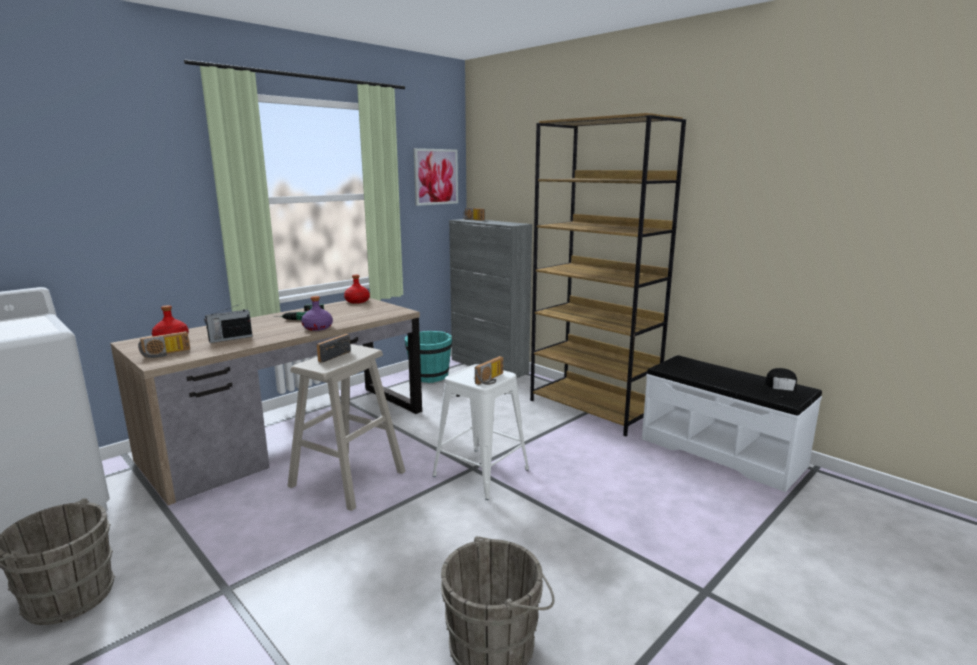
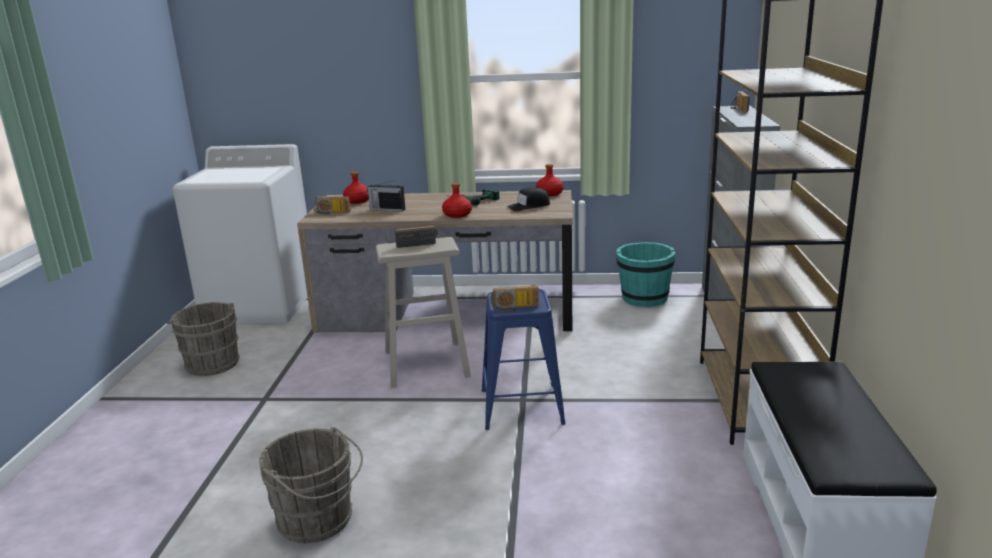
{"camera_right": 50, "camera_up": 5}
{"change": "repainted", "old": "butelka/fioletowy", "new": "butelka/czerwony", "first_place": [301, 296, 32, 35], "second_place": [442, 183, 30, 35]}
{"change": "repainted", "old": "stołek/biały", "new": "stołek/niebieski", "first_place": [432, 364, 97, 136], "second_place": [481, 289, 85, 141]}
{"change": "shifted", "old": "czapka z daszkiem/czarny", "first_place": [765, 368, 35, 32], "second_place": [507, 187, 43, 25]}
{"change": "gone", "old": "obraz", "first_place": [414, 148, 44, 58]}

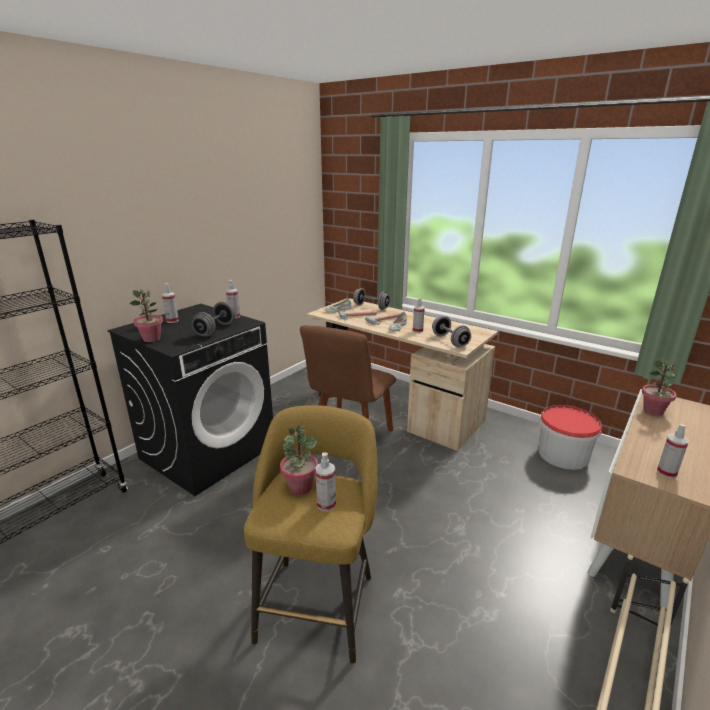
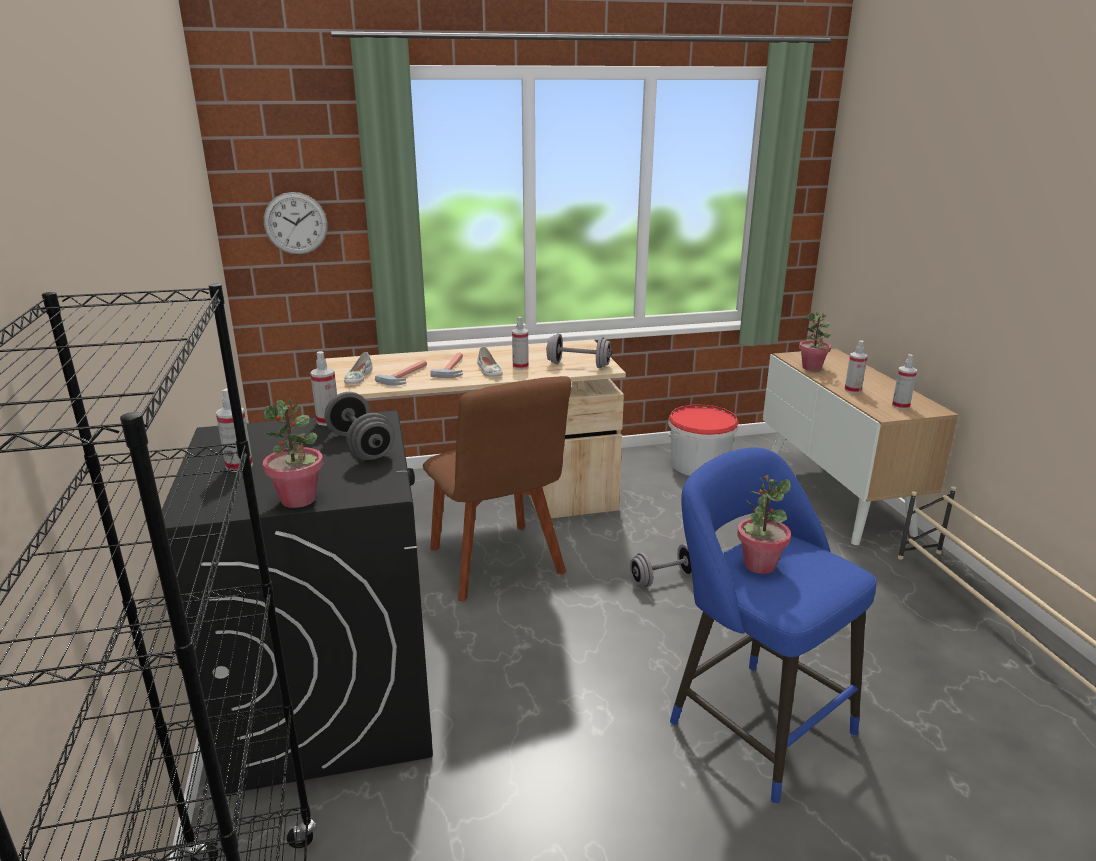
{"camera_right": -50, "camera_up": 0}
{"change": "new", "new": "zegar ścienny", "second_place": [264, 192, 64, 63]}
{"change": "shifted", "old": "hantel/szary", "first_place": [353, 288, 37, 22], "second_place": [630, 544, 62, 43]}
{"change": "repainted", "old": "stołek/żółty", "new": "stołek/niebieski", "first_place": [244, 405, 134, 259], "second_place": [670, 447, 206, 357]}
{"change": "shifted", "old": "spryskiwacz", "first_place": [315, 452, 21, 59], "second_place": [845, 340, 22, 54]}

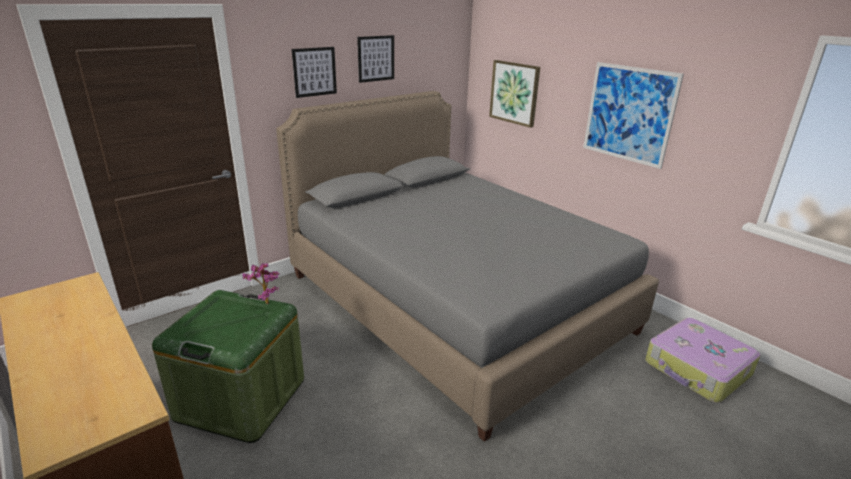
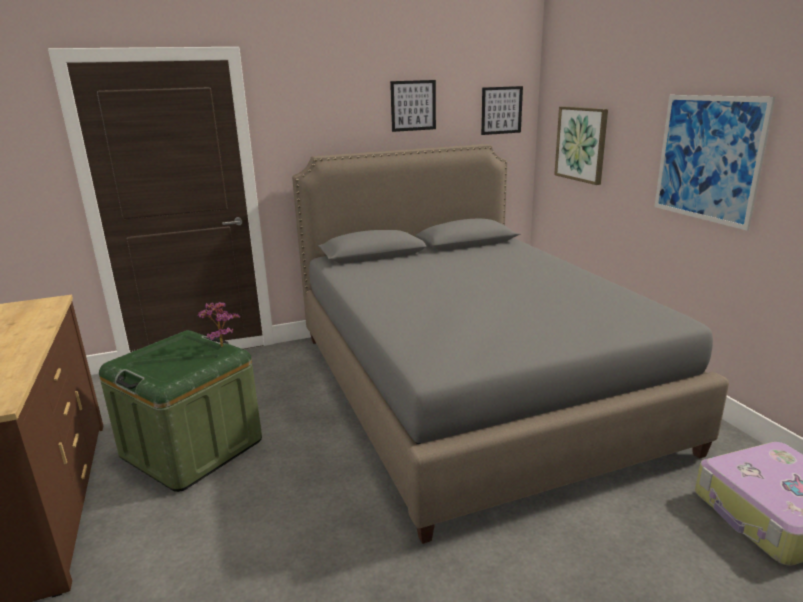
{"camera_right": 20, "camera_up": -5}
{"change": "shifted", "old": "obraz", "first_place": [292, 47, 45, 51], "second_place": [481, 86, 42, 49]}

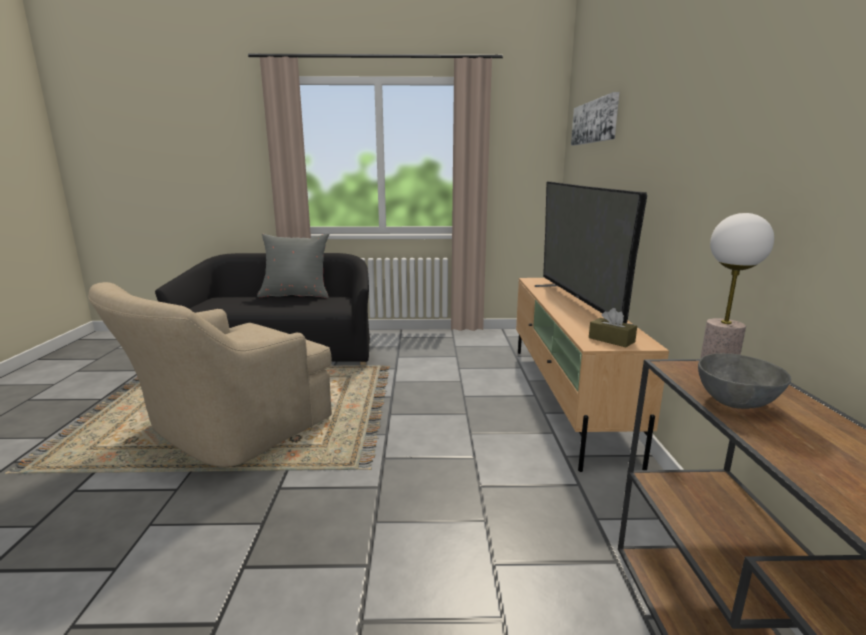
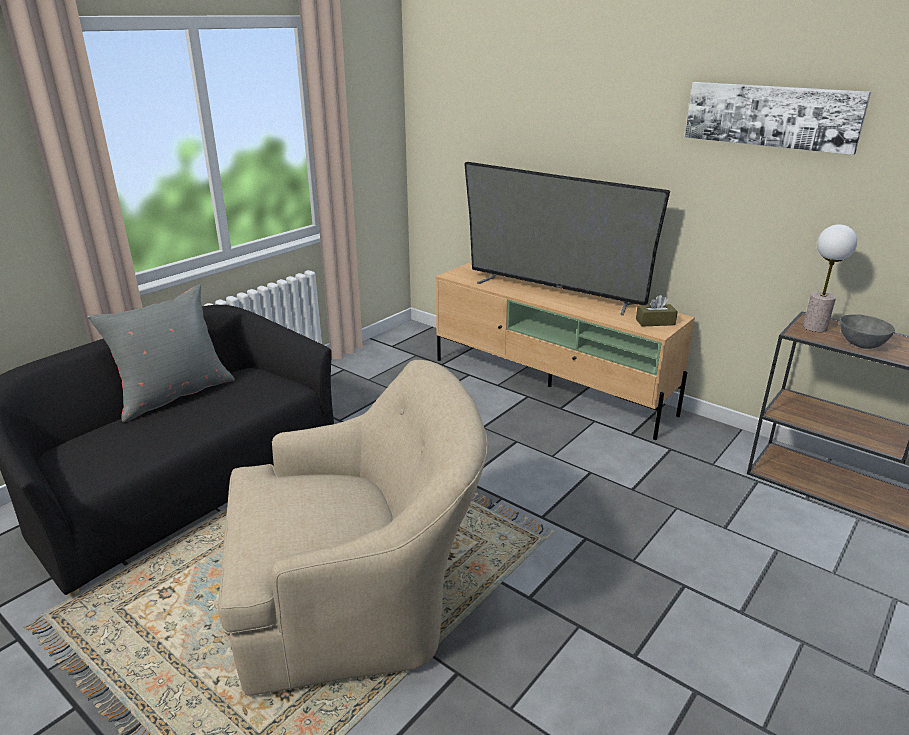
{"camera_right": -50, "camera_up": 10}
{"change": "rotated", "old": "fotel/beżowy", "first_place": [88, 282, 244, 185], "second_place": [218, 360, 270, 336], "degrees": -90}
{"change": "shifted", "old": "obraz", "first_place": [571, 92, 49, 53], "second_place": [685, 82, 186, 73]}

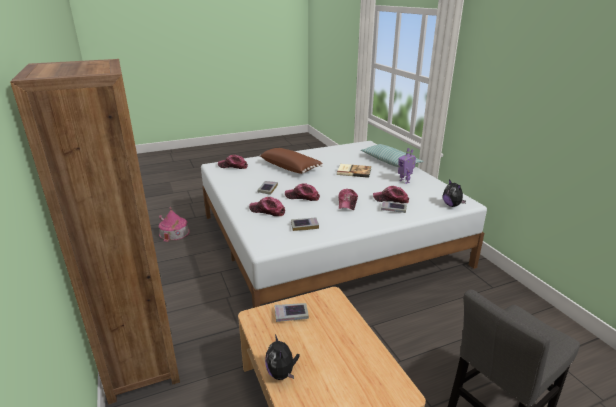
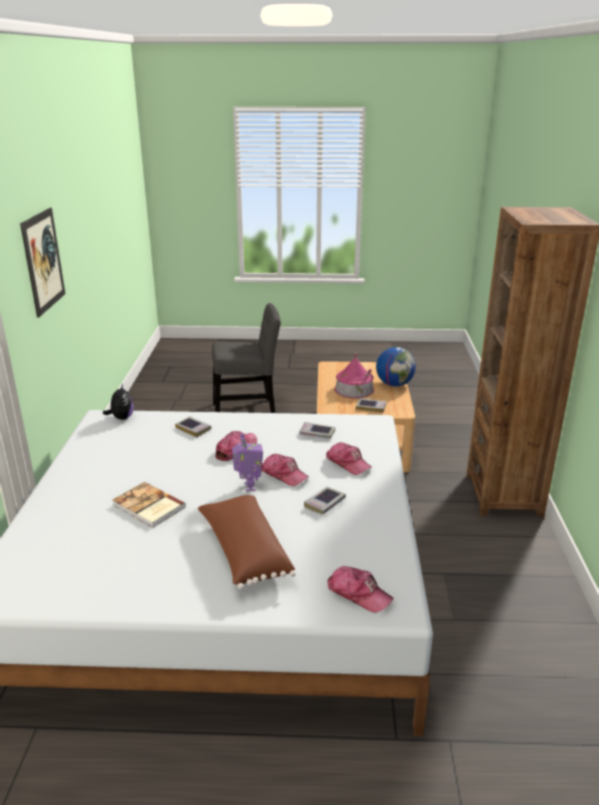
{"camera_right": -155, "camera_up": 0}
{"change": "new", "new": "obraz", "second_place": [20, 208, 45, 110]}
{"change": "shifted", "old": "robot zabawkowy", "first_place": [398, 148, 18, 36], "second_place": [232, 433, 31, 59]}
{"change": "shifted", "old": "domek", "first_place": [159, 207, 31, 35], "second_place": [334, 353, 40, 45]}
{"change": "swapped", "old": "pluszak", "new": "globus", "first_place": [265, 334, 35, 46], "second_place": [376, 347, 40, 40]}
{"change": "gone", "old": "poduszka", "first_place": [361, 144, 62, 23]}
{"change": "gone", "old": "czapka z daszkiem", "first_place": [373, 186, 36, 17]}

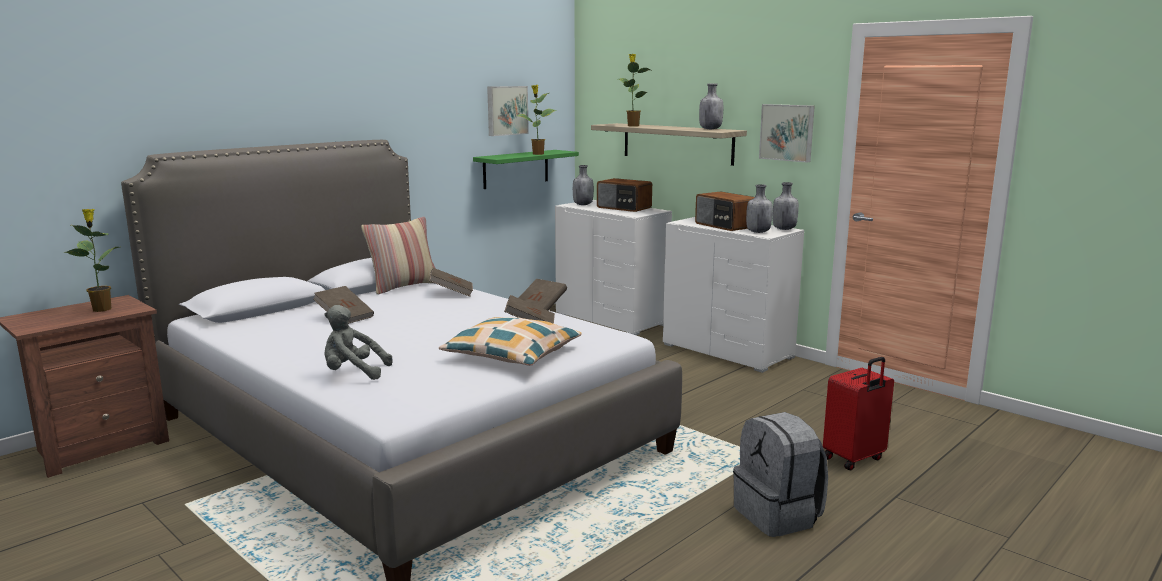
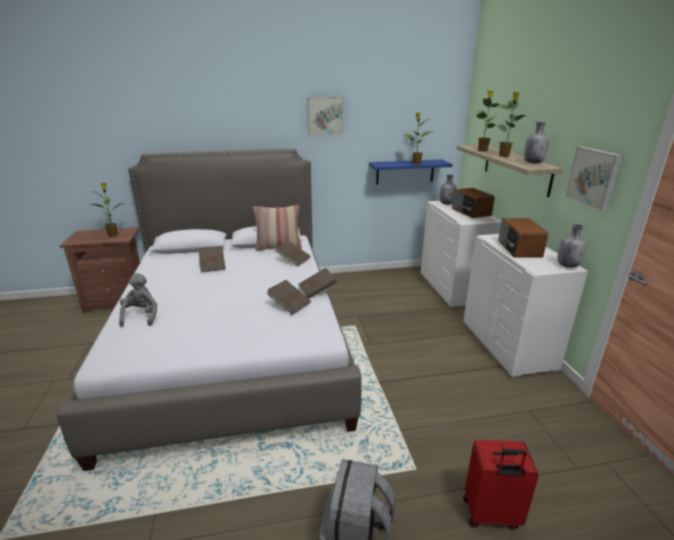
{"camera_right": 35, "camera_up": 10}
{"change": "rotated", "old": "pluszak/szary", "first_place": [324, 305, 68, 75], "second_place": [119, 273, 38, 54], "degrees": 45}
{"change": "shifted", "old": "obraz", "first_place": [487, 86, 42, 50], "second_place": [307, 97, 36, 38]}
{"change": "repainted", "old": "półka/zielony", "new": "półka/niebieski", "first_place": [473, 150, 106, 39], "second_place": [369, 160, 83, 25]}
{"change": "new", "new": "roślina doniczkowa", "second_place": [496, 92, 29, 65]}
{"change": "gone", "old": "poduszka", "first_place": [439, 317, 143, 49]}
{"change": "gone", "old": "butelka/szary", "first_place": [746, 184, 27, 49]}

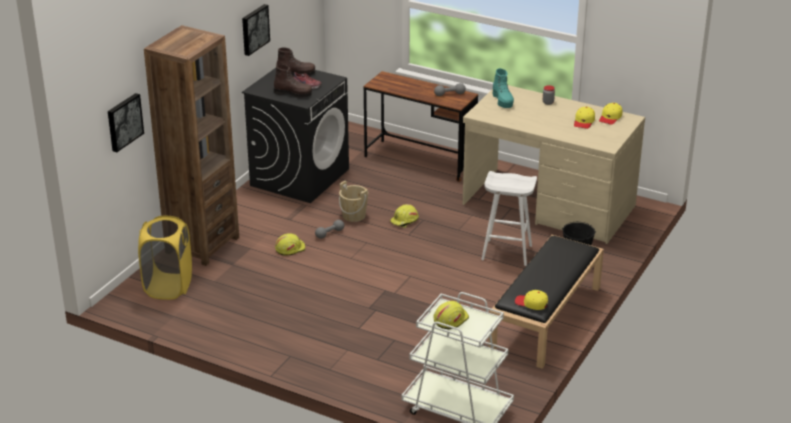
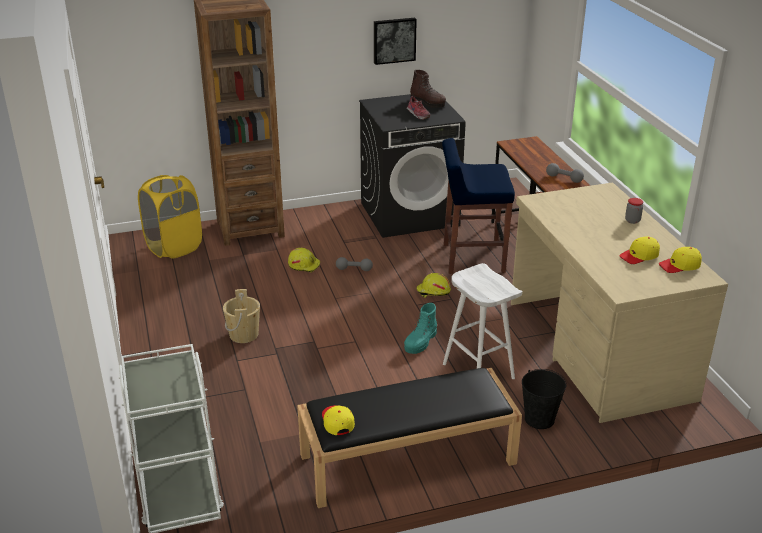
{"camera_right": 45, "camera_up": 0}
{"change": "shifted", "old": "wiadro/beżowy", "first_place": [339, 180, 29, 42], "second_place": [223, 289, 37, 54]}
{"change": "shifted", "old": "but z cholewką/turkusowy", "first_place": [493, 68, 21, 40], "second_place": [404, 303, 33, 51]}
{"change": "new", "new": "stołek/niebieski", "second_place": [442, 138, 73, 136]}
{"change": "gone", "old": "obraz", "first_place": [108, 93, 36, 59]}
{"change": "gone", "old": "but z cholewką/brązowy", "first_place": [274, 65, 38, 33]}
{"change": "gone", "old": "kask/żółty", "first_place": [434, 301, 35, 28]}

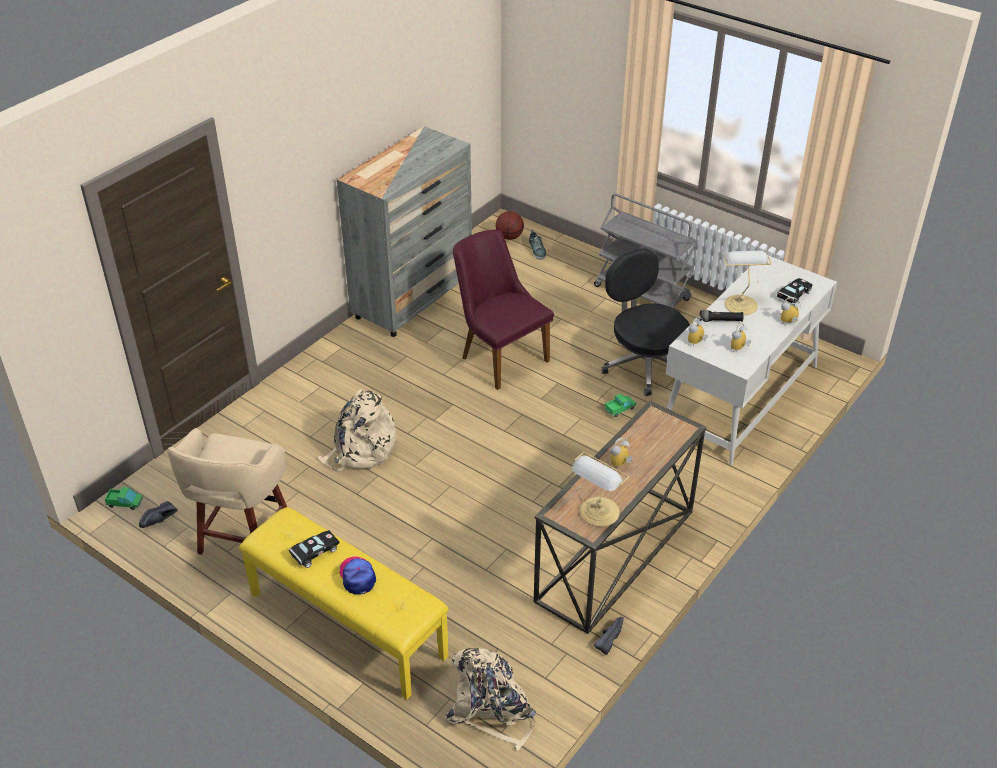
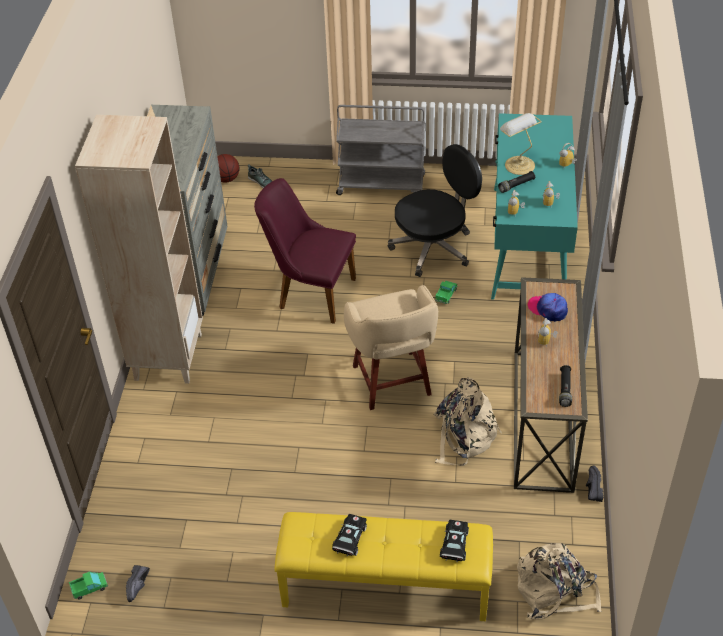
{"camera_right": -30, "camera_up": 5}
{"change": "new", "new": "regał/beżowy", "second_place": [75, 115, 128, 269]}
{"change": "shifted", "old": "stołek/beżowy", "first_place": [167, 428, 120, 127], "second_place": [344, 285, 94, 125]}
{"change": "rotated", "old": "krzesło biurowe/czarny", "first_place": [601, 248, 89, 148], "second_place": [387, 144, 95, 133], "degrees": 120}
{"change": "shifted", "old": "plecak/beżowy", "first_place": [317, 389, 79, 83], "second_place": [434, 377, 68, 89]}
{"change": "shifted", "old": "samochodzik/czarny", "first_place": [777, 278, 36, 27], "second_place": [440, 520, 29, 42]}
{"change": "repainted", "old": "biurko/biały", "new": "biurko/turkusowy", "first_place": [666, 255, 171, 210], "second_place": [491, 113, 87, 187]}
{"change": "shifted", "old": "czapka z daszkiem", "first_place": [340, 556, 36, 39], "second_place": [528, 293, 40, 29]}
{"change": "swapped", "old": "lampa stołowa", "new": "latarka/czarny", "first_place": [572, 452, 57, 75], "second_place": [559, 365, 13, 42]}

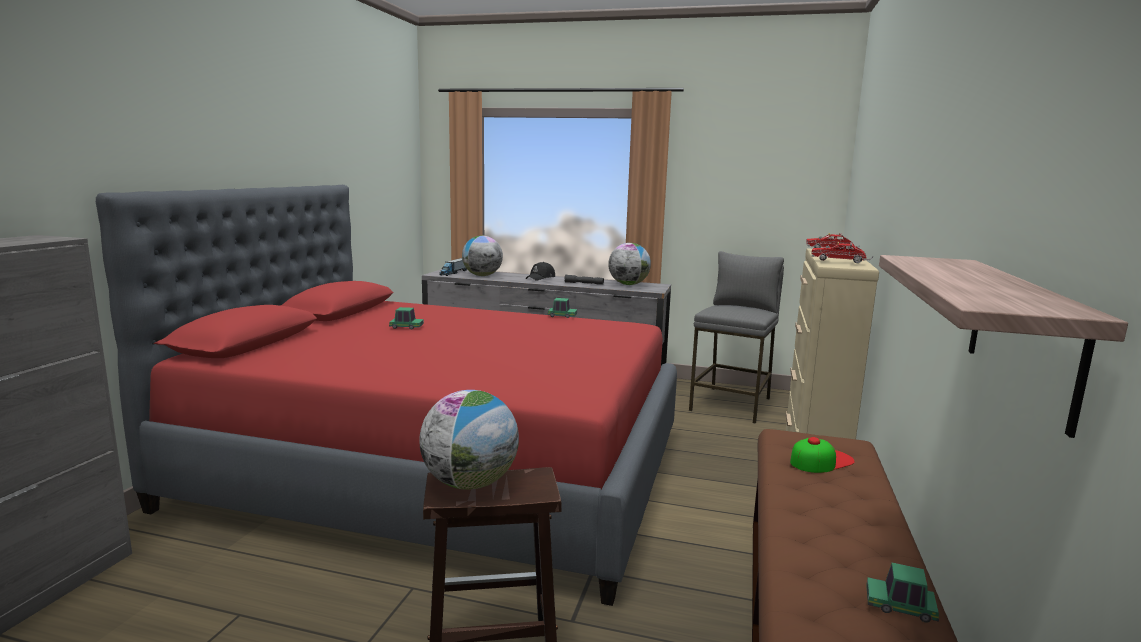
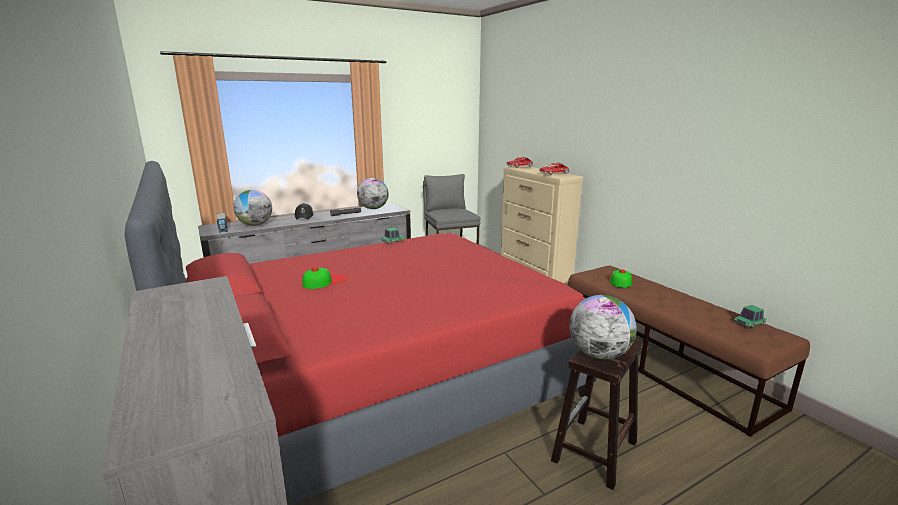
{"camera_right": -45, "camera_up": 5}
{"change": "swapped", "old": "samochodzik", "new": "czapka z daszkiem", "first_place": [389, 307, 35, 22], "second_place": [302, 267, 45, 22]}
{"change": "gone", "old": "półka", "first_place": [879, 255, 249, 183]}

